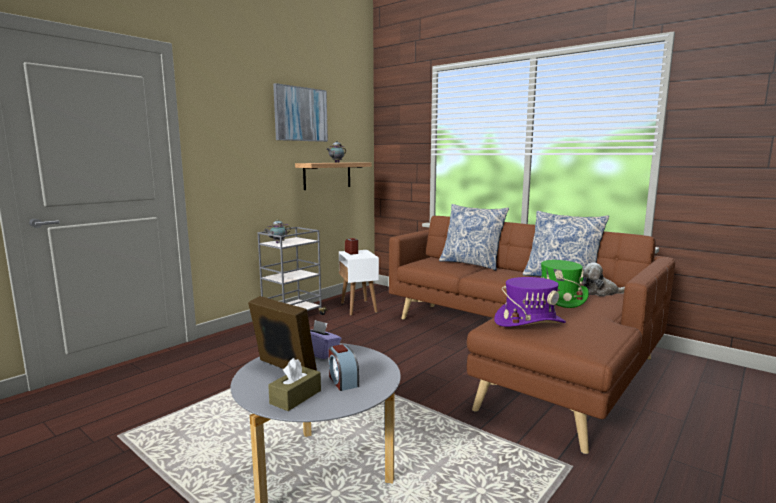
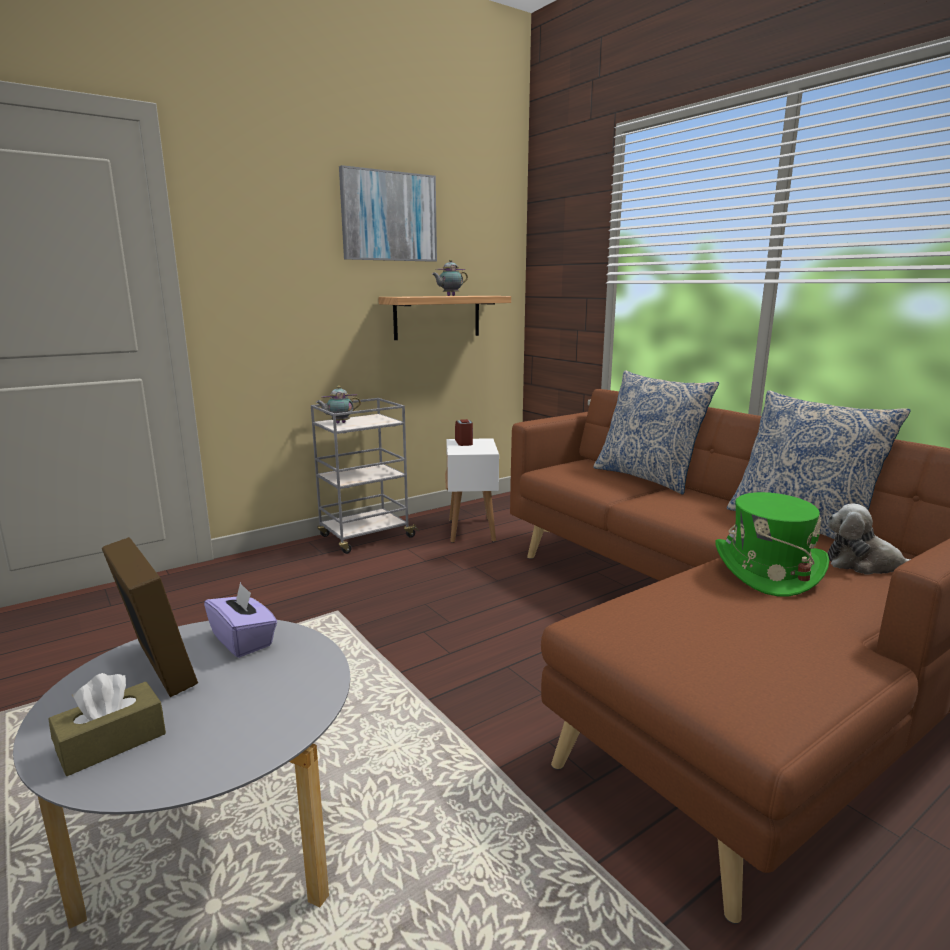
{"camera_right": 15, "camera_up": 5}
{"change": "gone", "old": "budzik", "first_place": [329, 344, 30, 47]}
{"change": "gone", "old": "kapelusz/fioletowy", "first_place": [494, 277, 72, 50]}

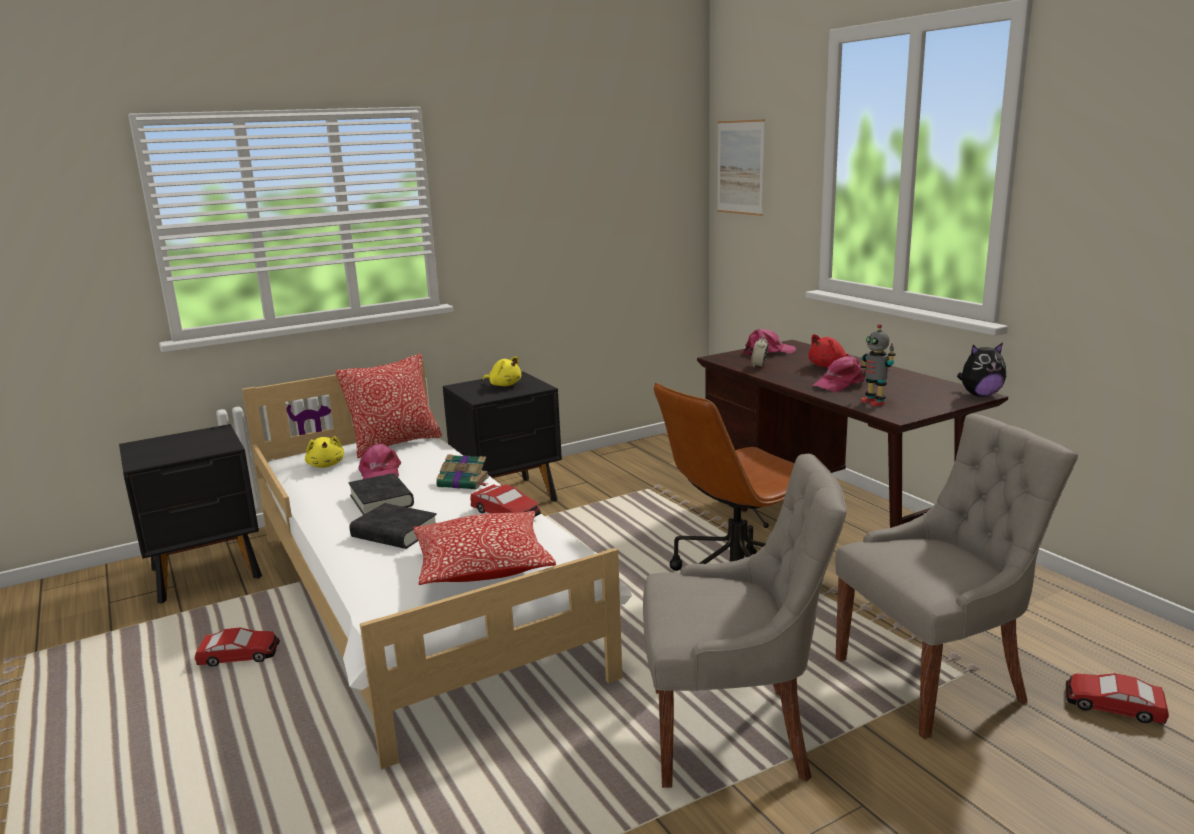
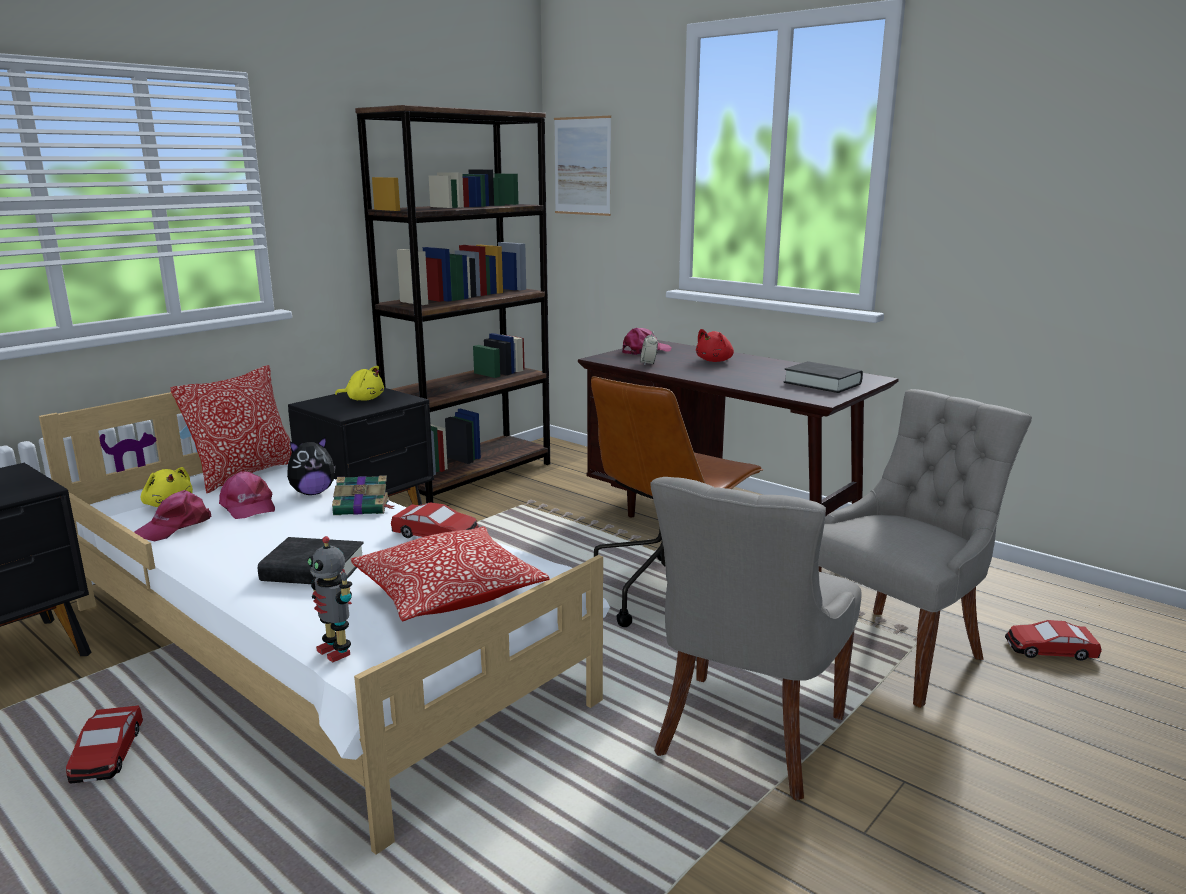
{"camera_right": -20, "camera_up": 0}
{"change": "rotated", "old": "samochodzik", "first_place": [195, 628, 85, 39], "second_place": [66, 705, 77, 79], "degrees": 105}
{"change": "shifted", "old": "czapka z daszkiem/różowy", "first_place": [812, 355, 54, 37], "second_place": [134, 490, 78, 51]}
{"change": "shifted", "old": "pluszak", "first_place": [957, 343, 49, 54], "second_place": [287, 436, 49, 59]}
{"change": "shifted", "old": "robot zabawkowy", "first_place": [860, 324, 36, 82], "second_place": [308, 536, 44, 127]}
{"change": "new", "new": "regał/brązowy", "second_place": [355, 105, 195, 398]}
{"change": "rotated", "old": "krzesło/szary", "first_place": [643, 454, 204, 334], "second_place": [651, 477, 211, 323], "degrees": 135}
{"change": "shifted", "old": "książka/czarny", "first_place": [348, 473, 66, 42], "second_place": [784, 361, 79, 32]}

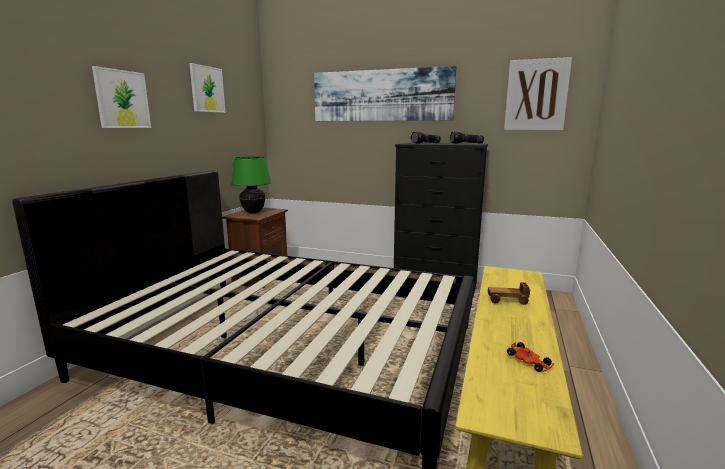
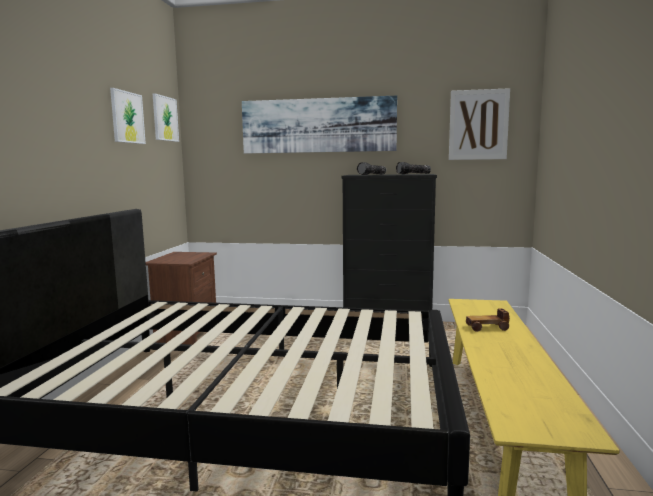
{"camera_right": -10, "camera_up": -5}
{"change": "shifted", "old": "obraz", "first_place": [92, 66, 59, 62], "second_place": [153, 93, 26, 49]}
{"change": "gone", "old": "lampa stołowa/zielony", "first_place": [231, 157, 40, 56]}
{"change": "gone", "old": "samochodzik", "first_place": [507, 342, 47, 30]}

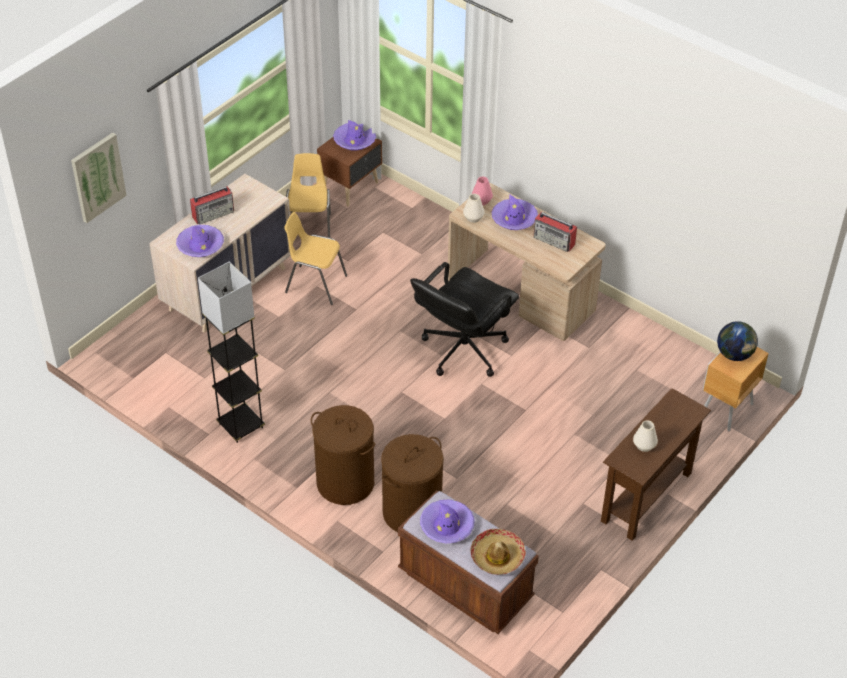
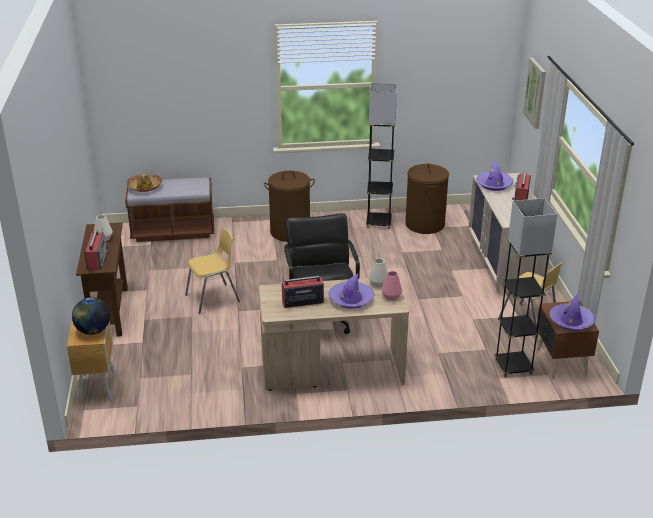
{"camera_right": 135, "camera_up": -15}
{"change": "new", "new": "radio", "second_place": [84, 228, 24, 43]}
{"change": "shifted", "old": "krzesło/żółty", "first_place": [284, 212, 63, 93], "second_place": [185, 228, 55, 86]}
{"change": "shifted", "old": "kosz na pranie/brązowy", "first_place": [381, 434, 63, 98], "second_place": [405, 163, 44, 71]}
{"change": "new", "new": "lampa stojąca/szary", "second_place": [494, 198, 64, 179]}
{"change": "gone", "old": "kapelusz/fioletowy", "first_place": [420, 499, 55, 44]}

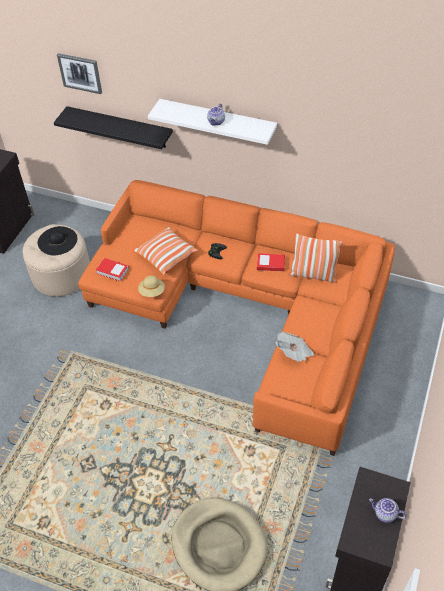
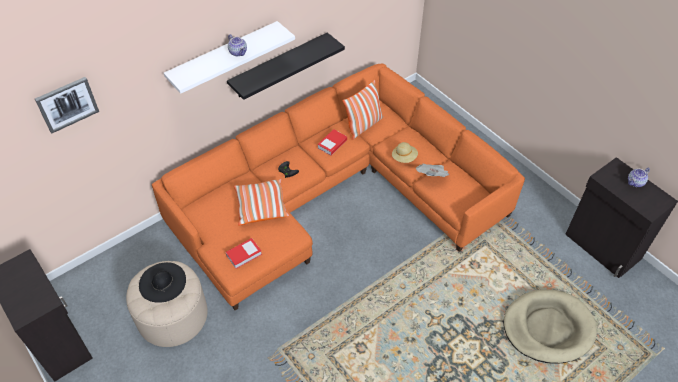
{"camera_right": -60, "camera_up": 0}
{"change": "shifted", "old": "półka/czarny", "first_place": [54, 106, 119, 43], "second_place": [227, 32, 118, 68]}
{"change": "shifted", "old": "kapelusz/beżowy", "first_place": [138, 275, 27, 22], "second_place": [392, 142, 26, 21]}

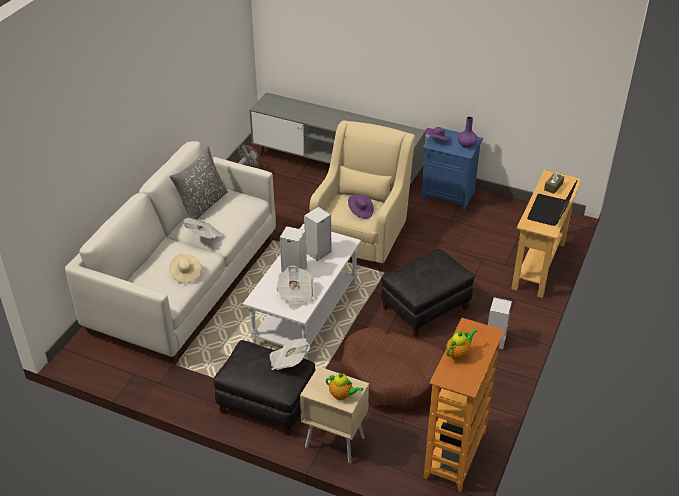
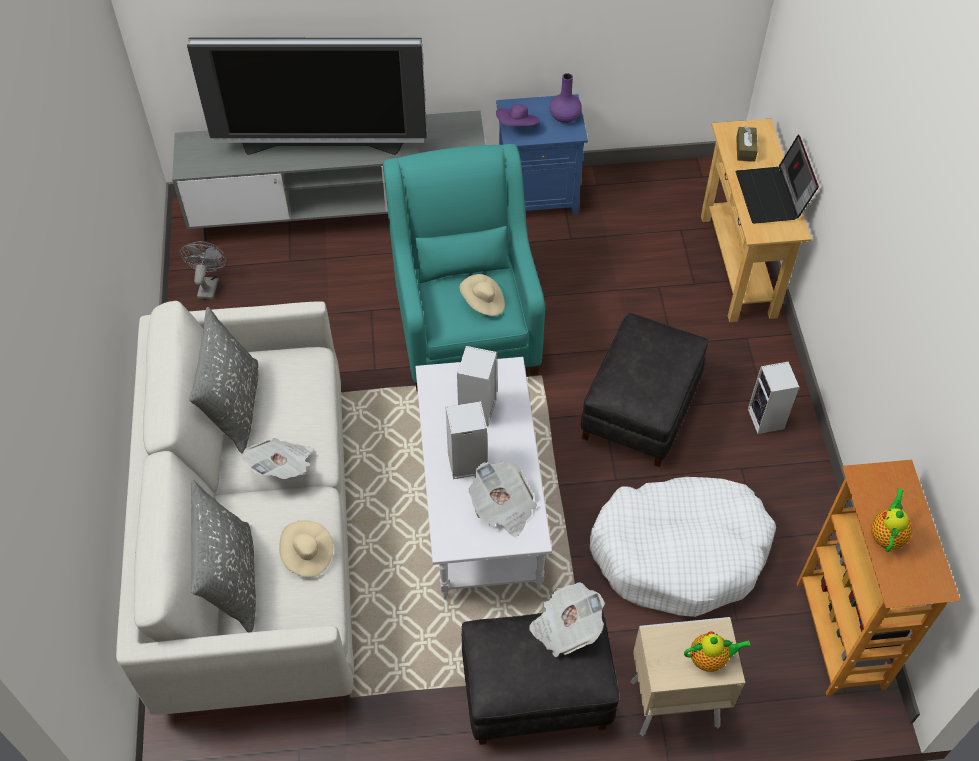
{"camera_right": -30, "camera_up": 15}
{"change": "new", "new": "telewizor", "second_place": [187, 38, 240, 117]}
{"change": "new", "new": "poduszka/szary", "second_place": [191, 481, 65, 152]}
{"change": "repainted", "old": "fotel/beżowy", "new": "fotel/turkusowy", "first_place": [310, 121, 105, 150], "second_place": [383, 144, 162, 247]}
{"change": "repainted", "old": "kapelusz/fioletowy", "new": "kapelusz/beżowy", "first_place": [348, 195, 26, 24], "second_place": [460, 274, 45, 42]}
{"change": "repainted", "old": "legowisko/brązowy", "new": "legowisko/biały", "first_place": [341, 327, 103, 85], "second_place": [590, 477, 186, 140]}

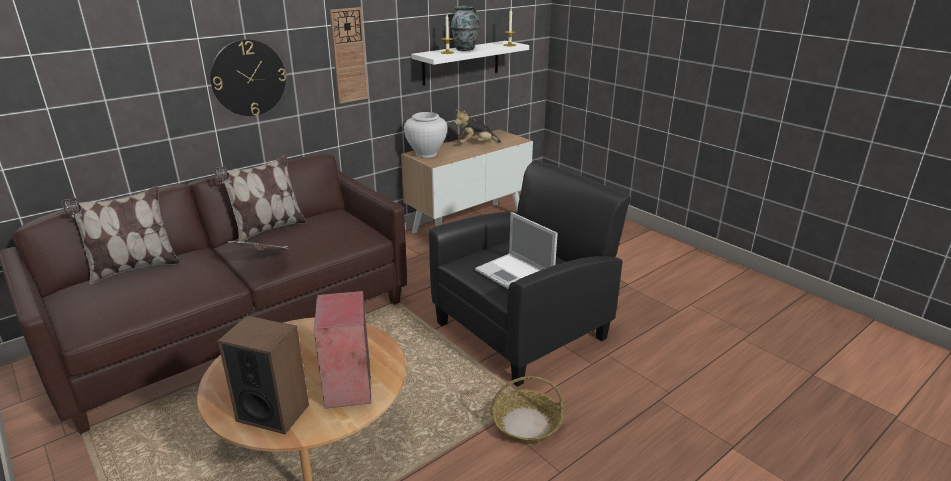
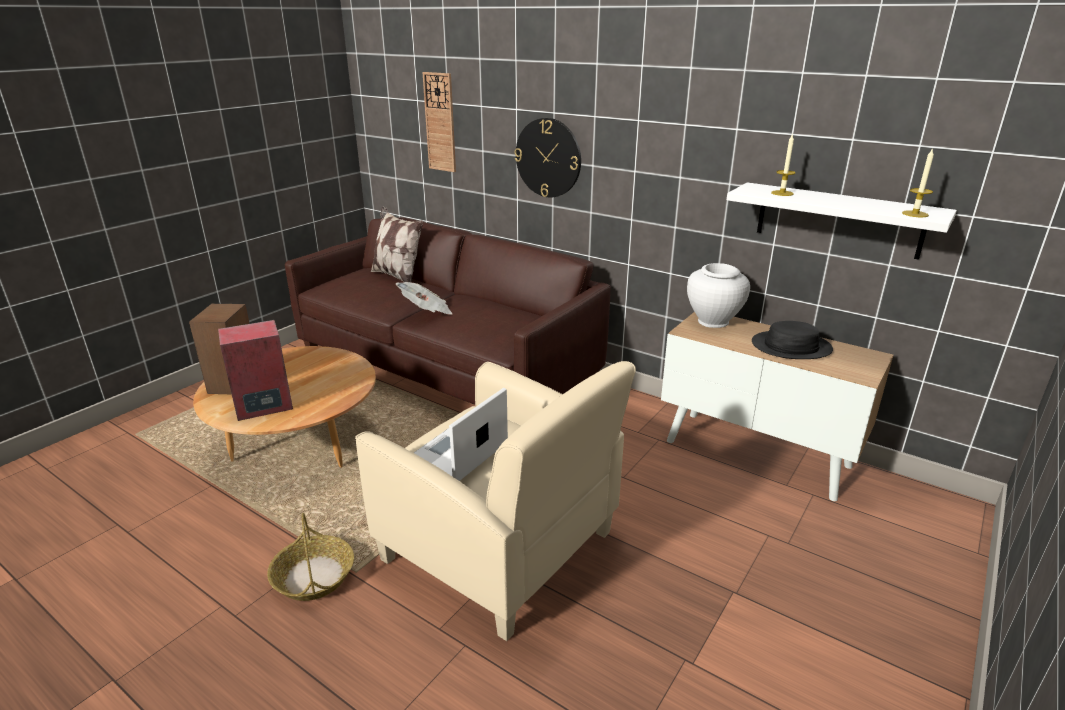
{"camera_right": 75, "camera_up": 0}
{"change": "repainted", "old": "fotel/czarny", "new": "fotel/beżowy", "first_place": [429, 160, 201, 227], "second_place": [355, 361, 281, 280]}
{"change": "shifted", "old": "zegar ścienny", "first_place": [329, 7, 39, 97], "second_place": [422, 72, 34, 100]}
{"change": "swapped", "old": "pluszak", "new": "kapelusz/czarny", "first_place": [454, 109, 47, 34], "second_place": [752, 321, 81, 38]}
{"change": "gone", "old": "poduszka", "first_place": [214, 154, 93, 90]}
{"change": "gone", "old": "wazon", "first_place": [451, 6, 29, 45]}

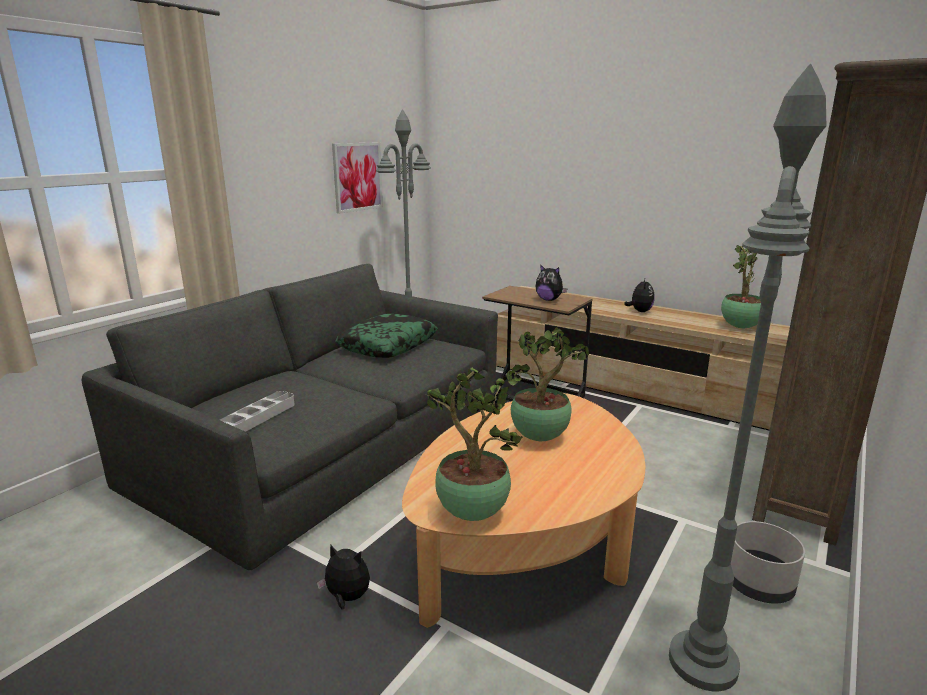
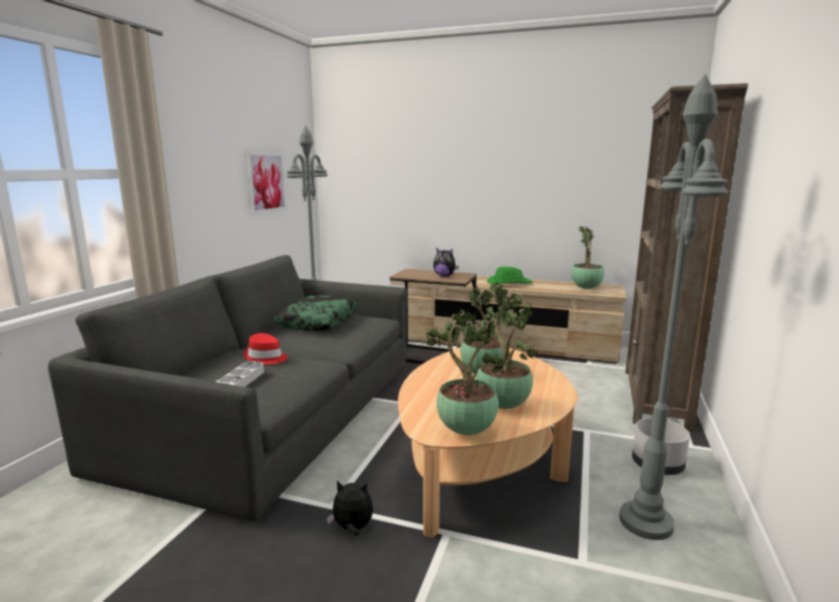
{"camera_right": -15, "camera_up": -5}
{"change": "new", "new": "kapelusz/czerwony", "second_place": [244, 333, 44, 31]}
{"change": "new", "new": "roślina doniczkowa", "second_place": [476, 296, 62, 113]}
{"change": "swapped", "old": "pluszak", "new": "kapelusz/zielony", "first_place": [624, 277, 31, 35], "second_place": [487, 266, 45, 18]}

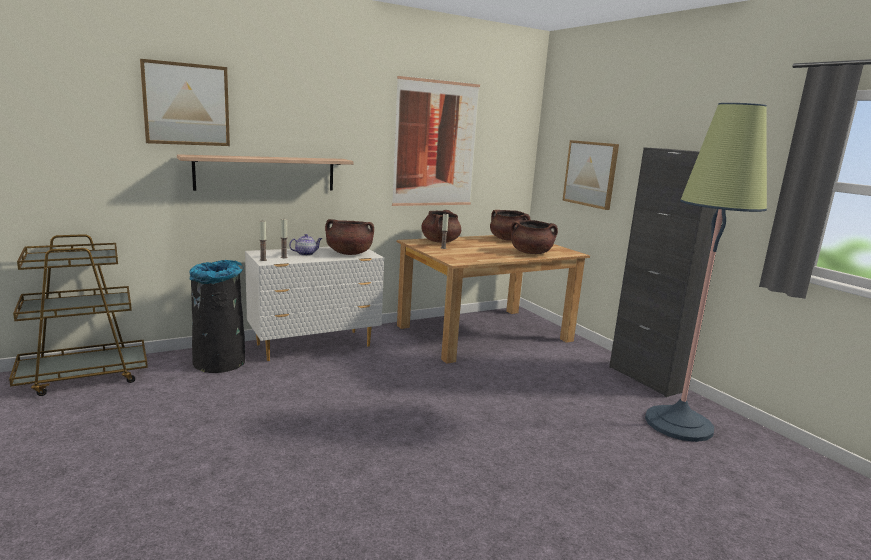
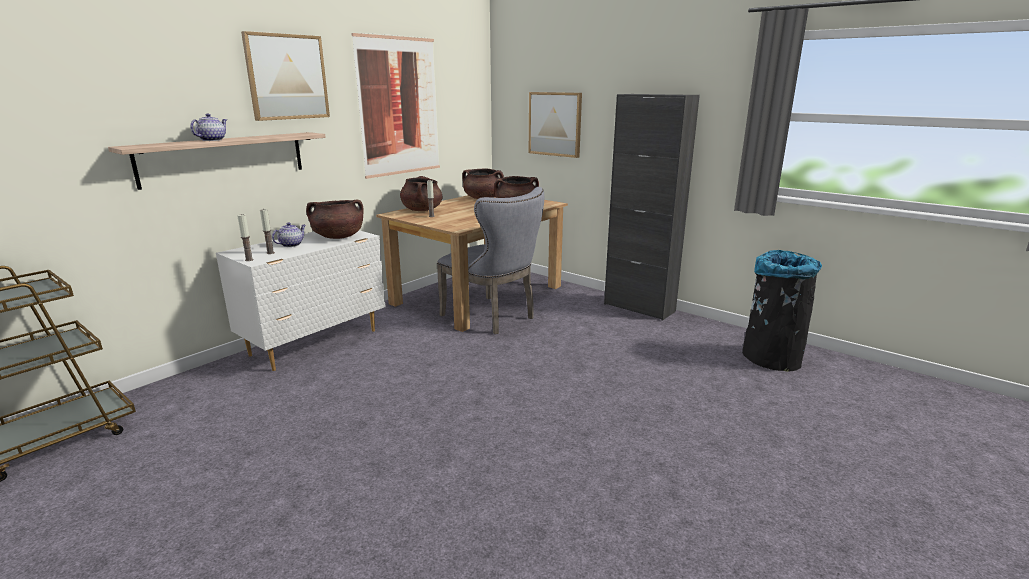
{"camera_right": -20, "camera_up": 5}
{"change": "new", "new": "imbryk", "second_place": [190, 114, 37, 27]}
{"change": "shifted", "old": "obraz", "first_place": [140, 59, 90, 87], "second_place": [241, 31, 89, 90]}
{"change": "new", "new": "krzesło/szary", "second_place": [437, 187, 107, 147]}
{"change": "shifted", "old": "kosz na śmieci/czarny", "first_place": [189, 260, 56, 113], "second_place": [742, 250, 80, 122]}
{"change": "gone", "old": "lampa stojąca", "first_place": [645, 103, 122, 339]}

